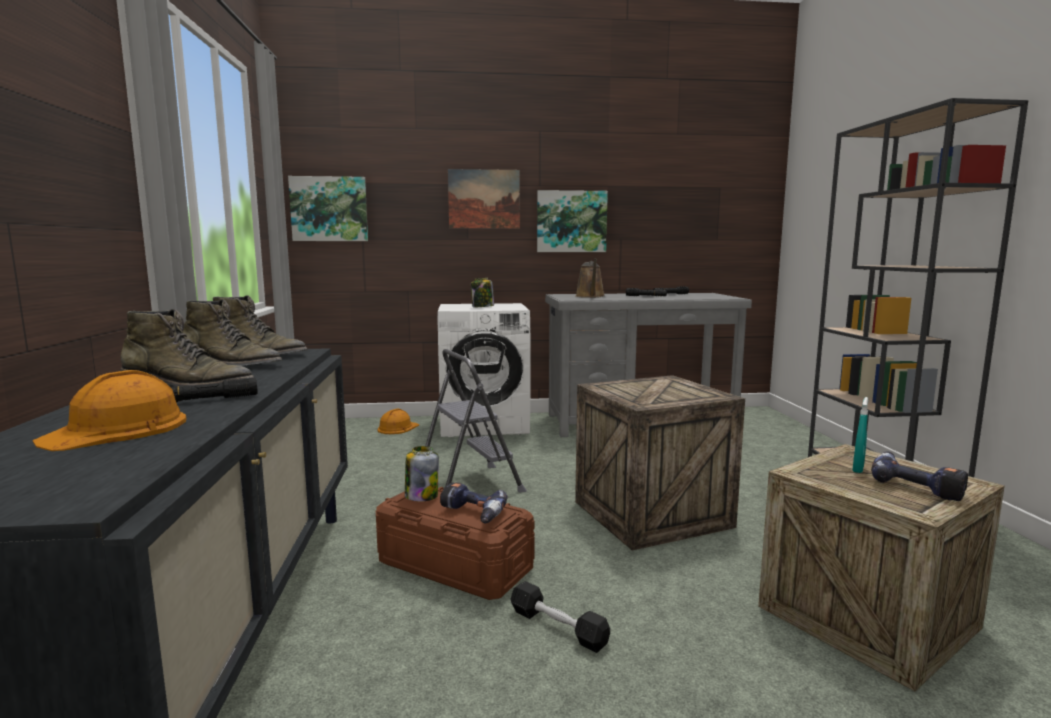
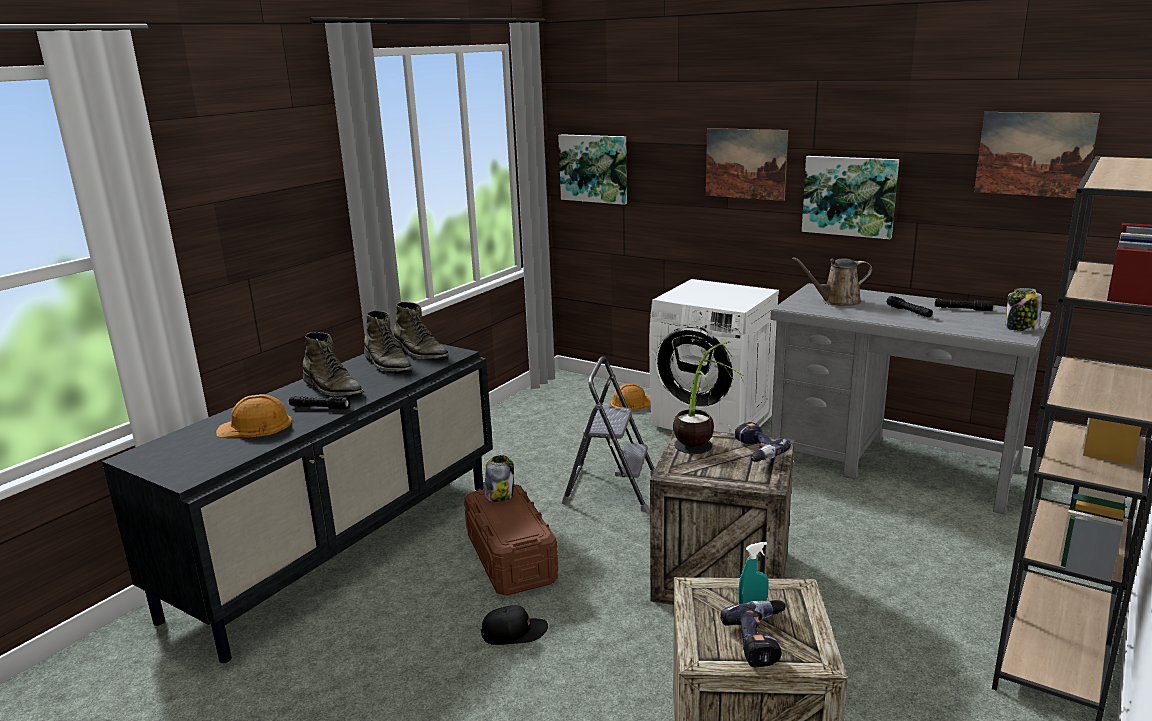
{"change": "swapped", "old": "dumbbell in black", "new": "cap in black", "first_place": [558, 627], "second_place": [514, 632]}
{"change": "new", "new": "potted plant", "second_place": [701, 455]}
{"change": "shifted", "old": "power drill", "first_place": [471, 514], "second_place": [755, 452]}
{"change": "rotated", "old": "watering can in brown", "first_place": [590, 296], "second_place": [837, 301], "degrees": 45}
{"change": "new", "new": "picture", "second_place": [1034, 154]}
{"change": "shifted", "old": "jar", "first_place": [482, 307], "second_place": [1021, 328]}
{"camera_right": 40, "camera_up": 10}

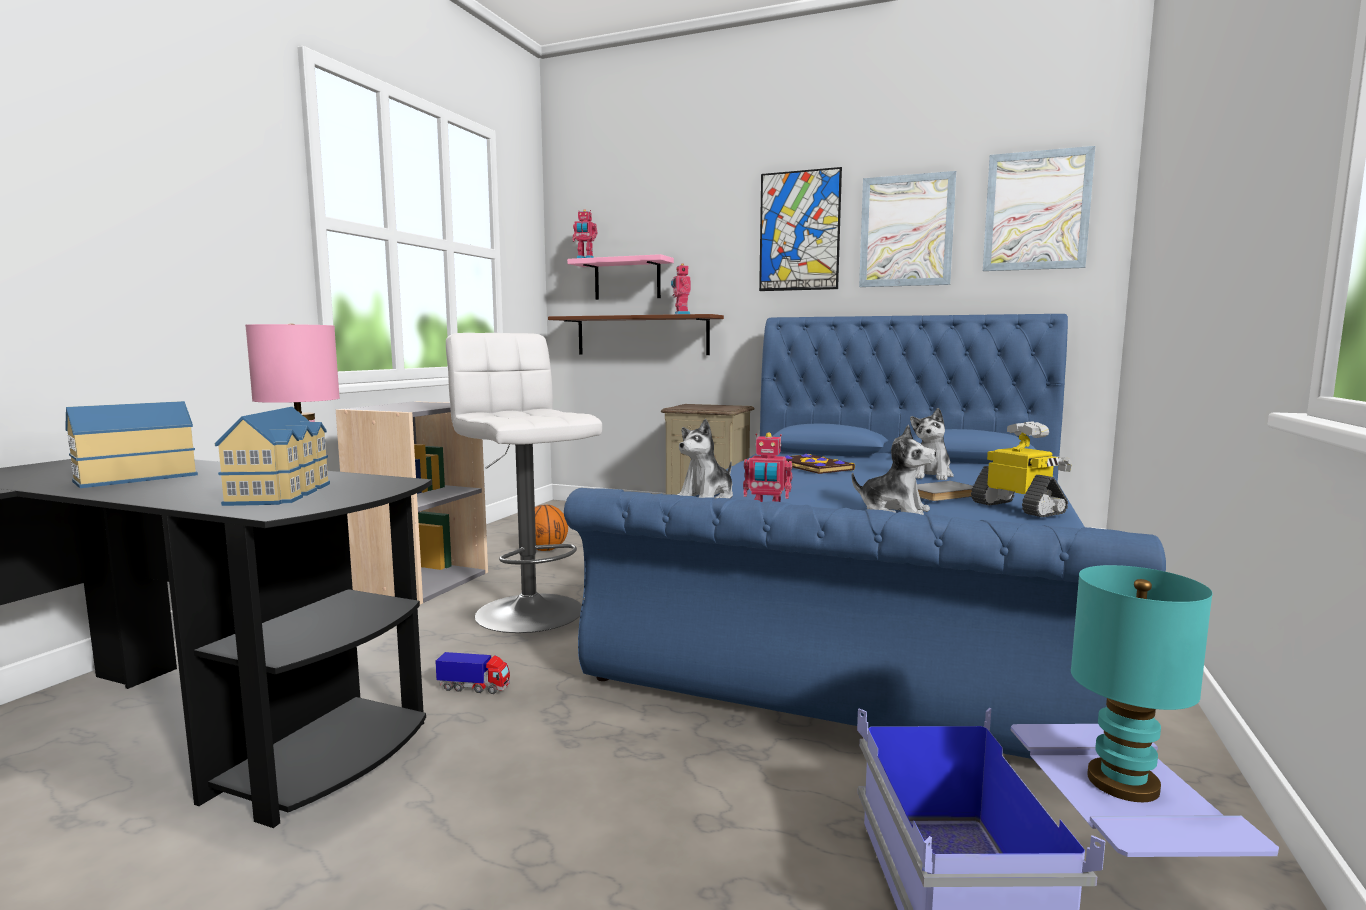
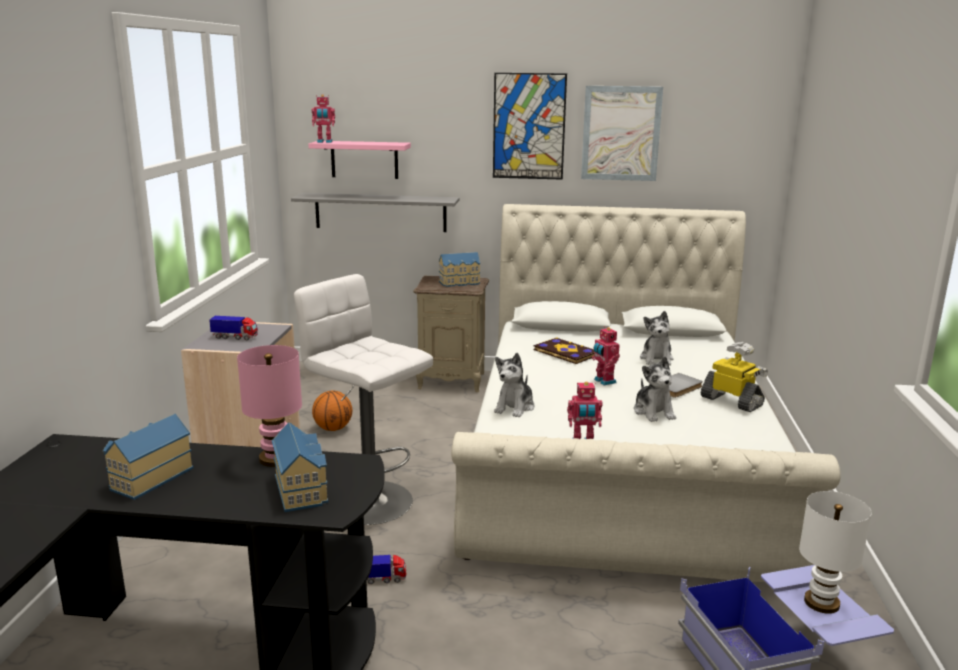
{"change": "new", "new": "toy truck", "second_place": [235, 337]}
{"change": "repainted", "old": "shelf in brown", "new": "shelf in grey", "first_place": [642, 335], "second_place": [380, 212]}
{"change": "new", "new": "toy house", "second_place": [460, 283]}
{"change": "repainted", "old": "bed in blue", "new": "bed in beige", "first_place": [870, 600], "second_place": [617, 458]}
{"change": "shifted", "old": "toy robot", "first_place": [681, 314], "second_place": [603, 381]}
{"change": "rotated", "old": "plush toy", "first_place": [894, 510], "second_place": [653, 412], "degrees": 60}
{"change": "repainted", "old": "table lamp in turquoise", "new": "table lamp in white", "first_place": [1124, 784], "second_place": [822, 603]}
{"change": "gone", "old": "picture", "first_place": [1036, 211]}
{"camera_right": -15, "camera_up": 10}

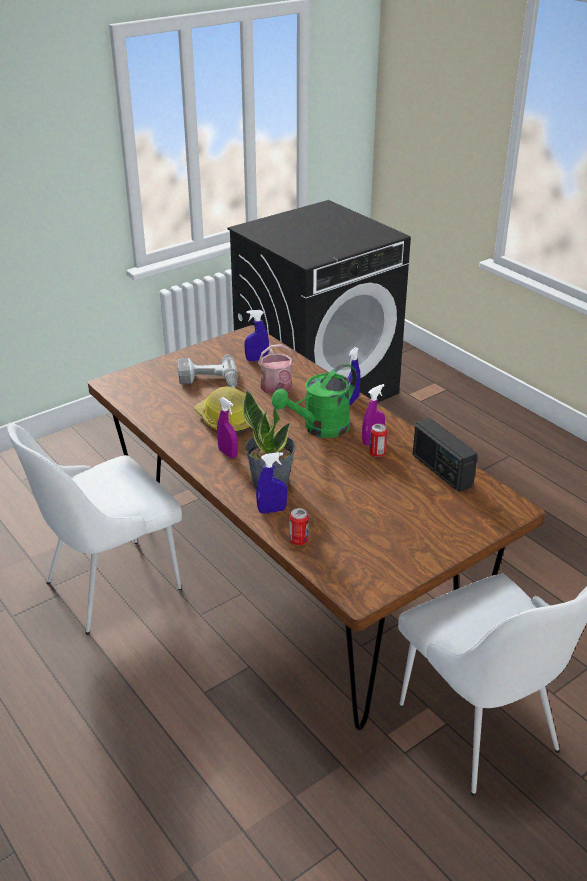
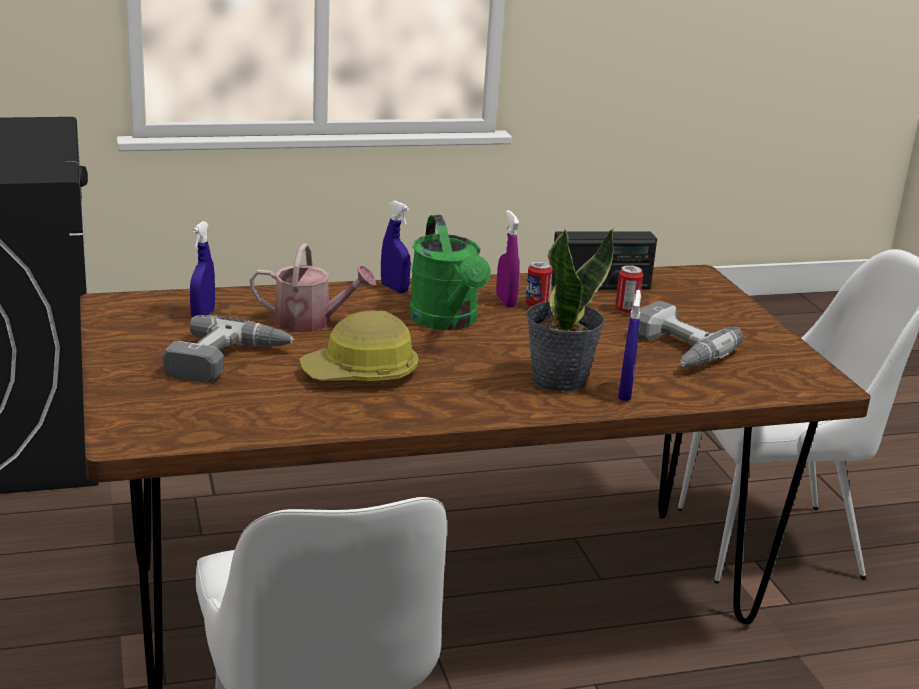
{"change": "shifted", "old": "can", "first_place": [298, 541], "second_place": [626, 310]}
{"change": "new", "new": "power drill", "second_place": [675, 350]}
{"change": "gone", "old": "spray bottle in purple", "first_place": [228, 453]}
{"camera_right": -70, "camera_up": -10}

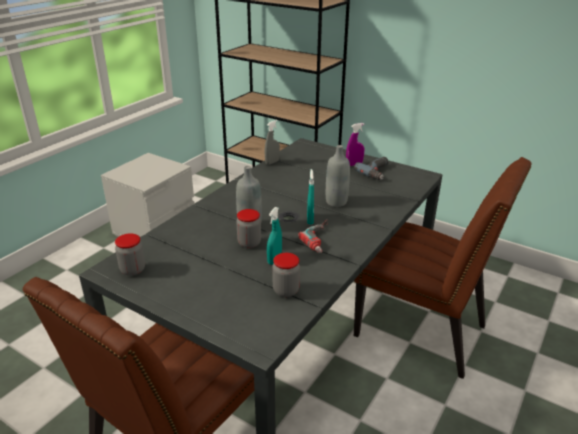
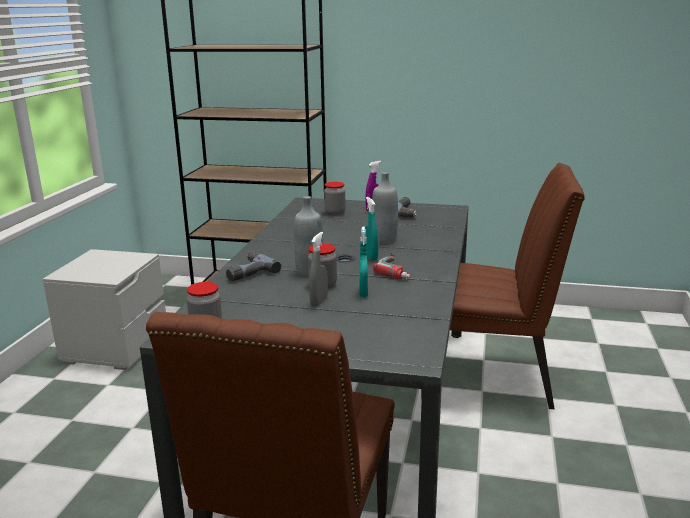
{"change": "new", "new": "power drill", "second_place": [247, 272]}
{"change": "shifted", "old": "spray bottle in grey", "first_place": [272, 162], "second_place": [319, 302]}
{"change": "shifted", "old": "jar", "first_place": [286, 290], "second_place": [335, 213]}
{"camera_right": -20, "camera_up": -10}

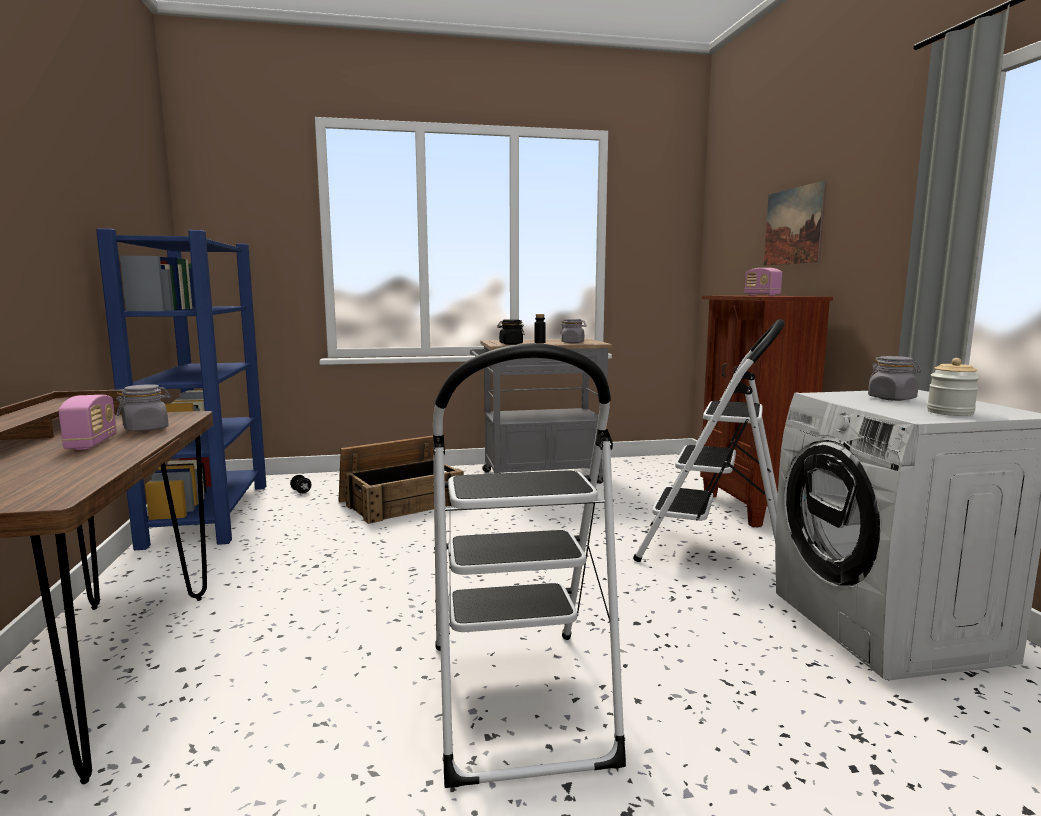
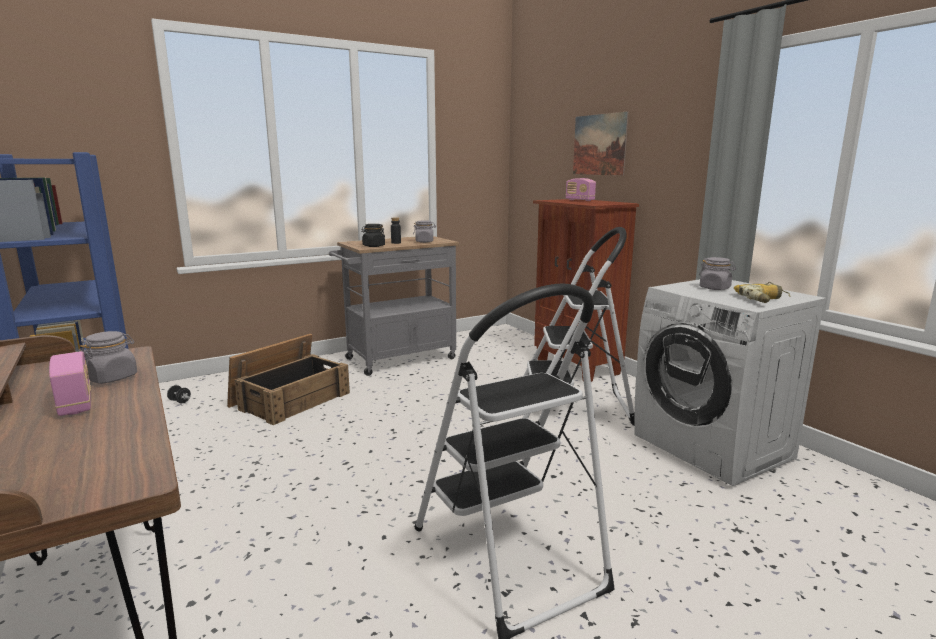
{"change": "swapped", "old": "jar", "new": "power drill", "first_place": [950, 412], "second_place": [763, 299]}
{"camera_right": -20, "camera_up": 5}

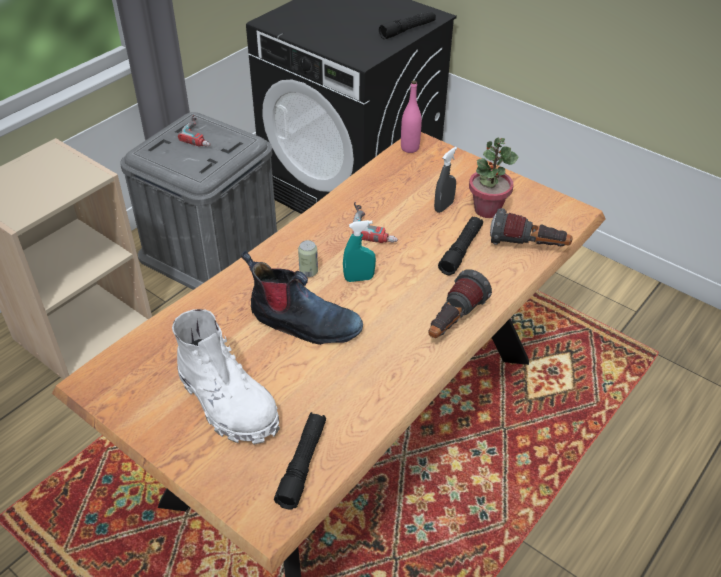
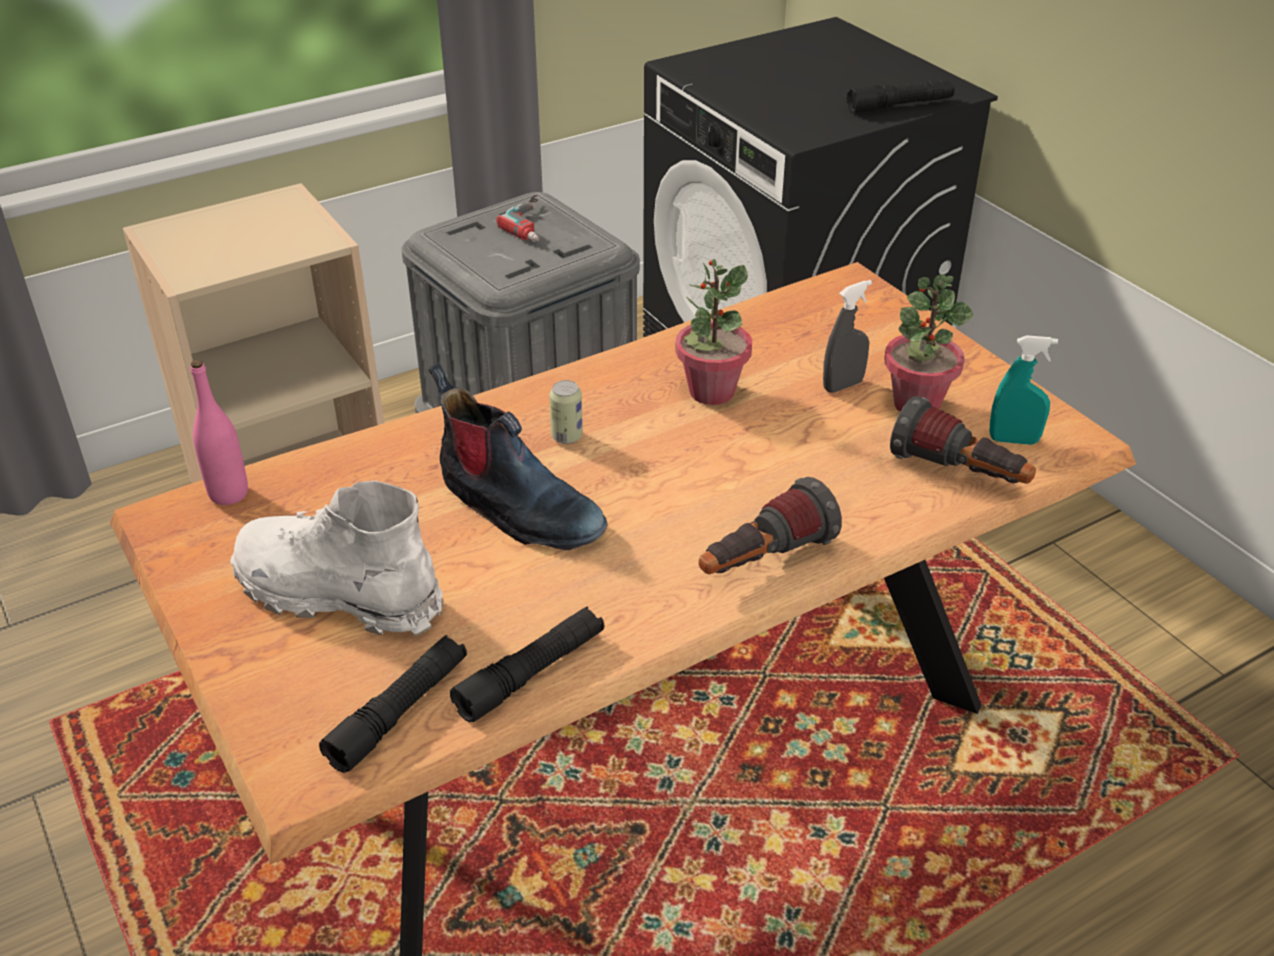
{"change": "shifted", "old": "bottle in pink", "first_place": [410, 148], "second_place": [229, 494]}
{"change": "rotated", "old": "boot in white", "first_place": [228, 403], "second_place": [338, 594], "degrees": 135}
{"change": "shifted", "old": "flashlight in black", "first_place": [461, 250], "second_place": [531, 674]}
{"change": "swapped", "old": "power drill", "new": "potted plant", "first_place": [375, 226], "second_place": [711, 391]}
{"change": "shifted", "old": "spray bottle in turquoise", "first_place": [359, 278], "second_place": [1013, 440]}
{"camera_right": 20, "camera_up": -5}

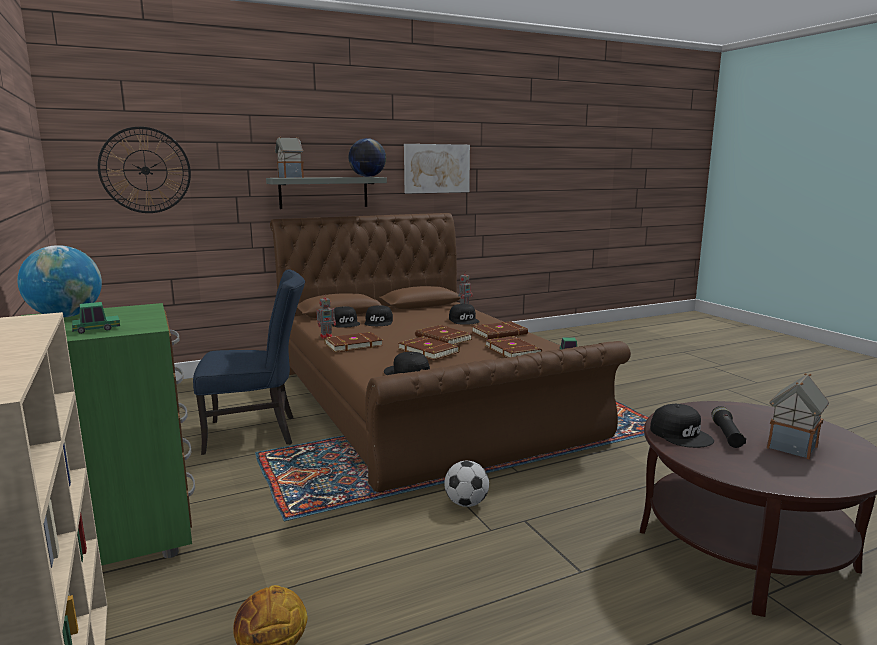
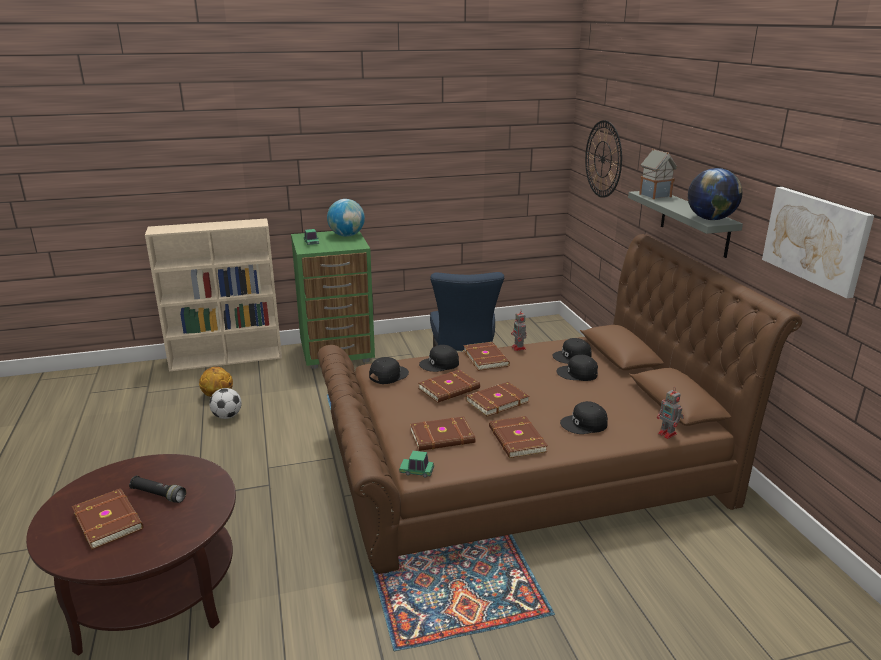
{"change": "swapped", "old": "toy house", "new": "book in brown", "first_place": [792, 448], "second_place": [109, 520]}
{"change": "shifted", "old": "football", "first_place": [466, 503], "second_place": [227, 416]}
{"change": "shifted", "old": "cap in black", "first_place": [681, 434], "second_place": [439, 364]}
{"camera_right": 100, "camera_up": 10}

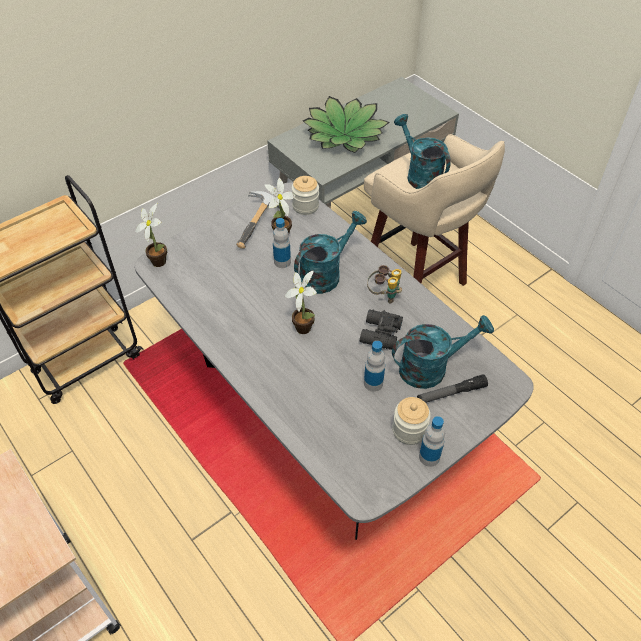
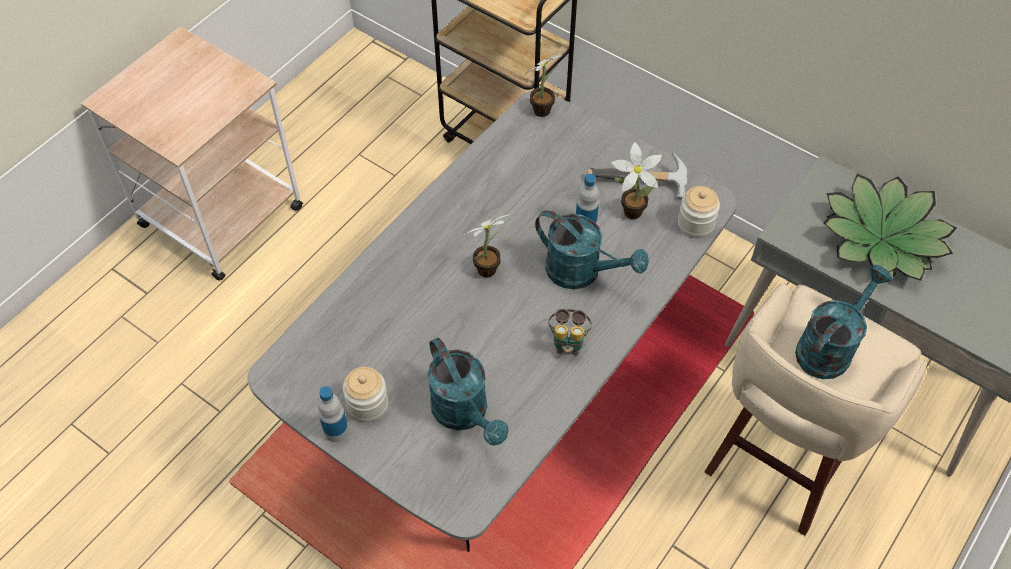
{"change": "gone", "old": "binoculars in black", "first_place": [379, 334]}
{"change": "gone", "old": "bottle", "first_place": [373, 383]}
{"change": "gone", "old": "flashlight", "first_place": [451, 393]}
{"camera_right": 75, "camera_up": 5}

